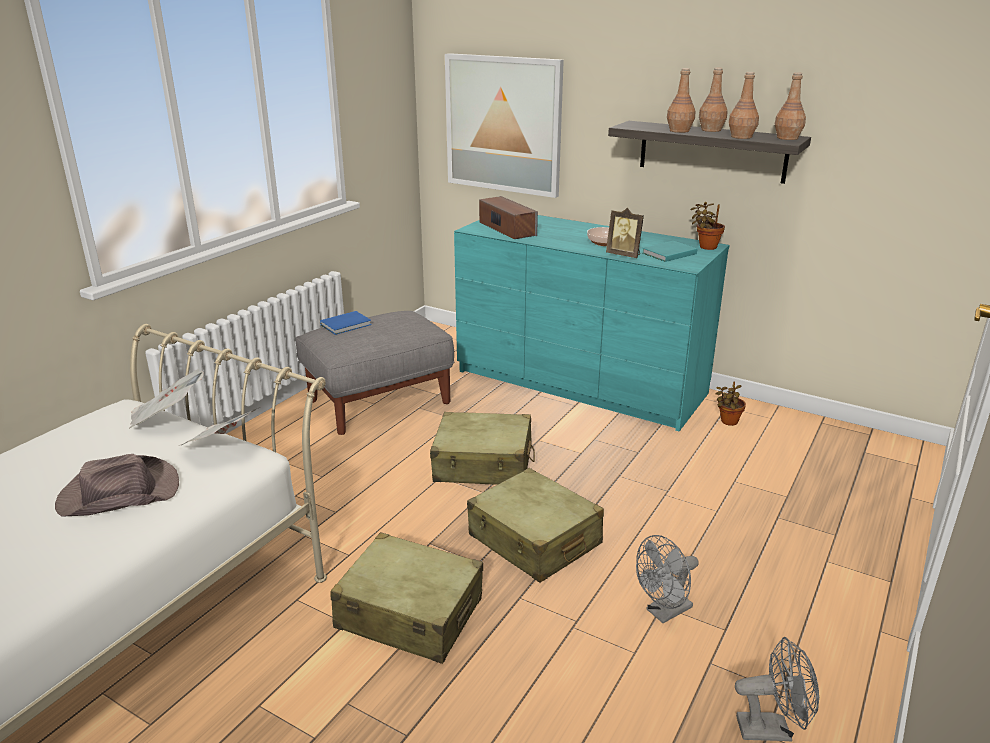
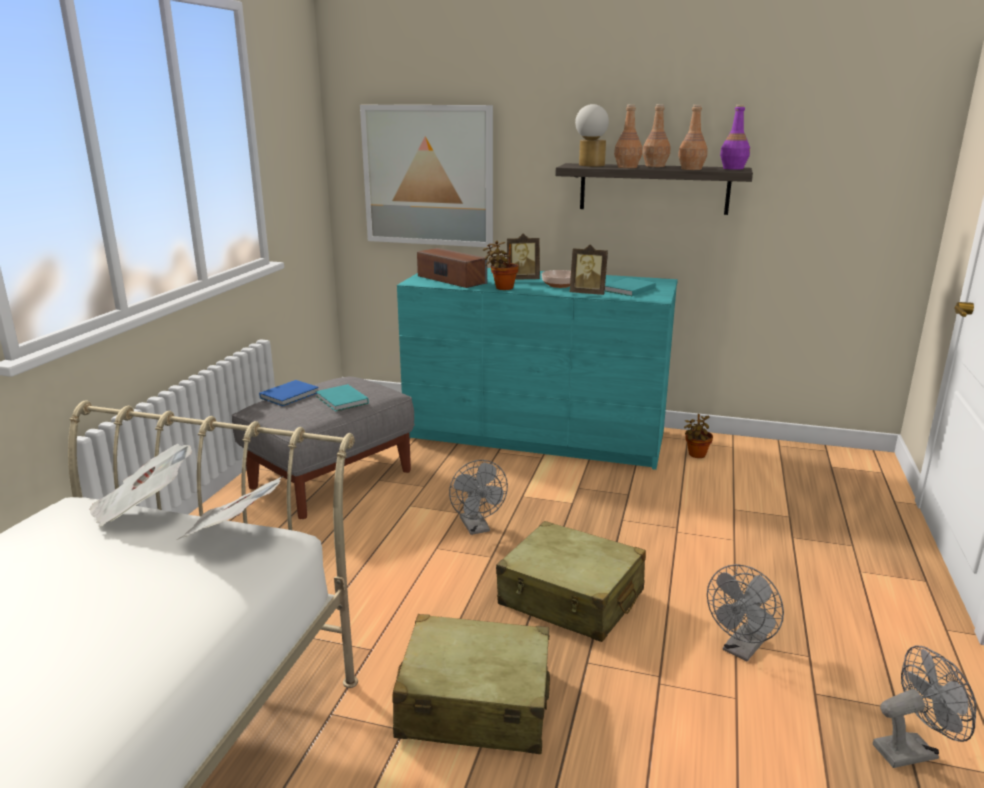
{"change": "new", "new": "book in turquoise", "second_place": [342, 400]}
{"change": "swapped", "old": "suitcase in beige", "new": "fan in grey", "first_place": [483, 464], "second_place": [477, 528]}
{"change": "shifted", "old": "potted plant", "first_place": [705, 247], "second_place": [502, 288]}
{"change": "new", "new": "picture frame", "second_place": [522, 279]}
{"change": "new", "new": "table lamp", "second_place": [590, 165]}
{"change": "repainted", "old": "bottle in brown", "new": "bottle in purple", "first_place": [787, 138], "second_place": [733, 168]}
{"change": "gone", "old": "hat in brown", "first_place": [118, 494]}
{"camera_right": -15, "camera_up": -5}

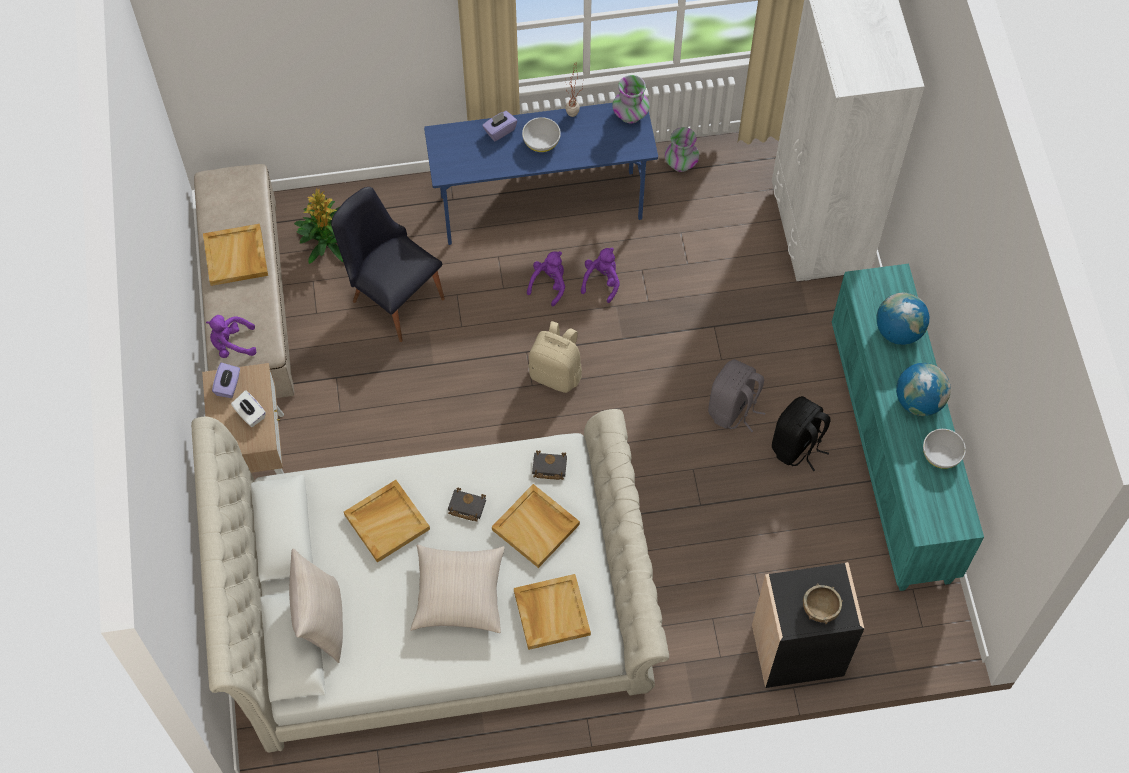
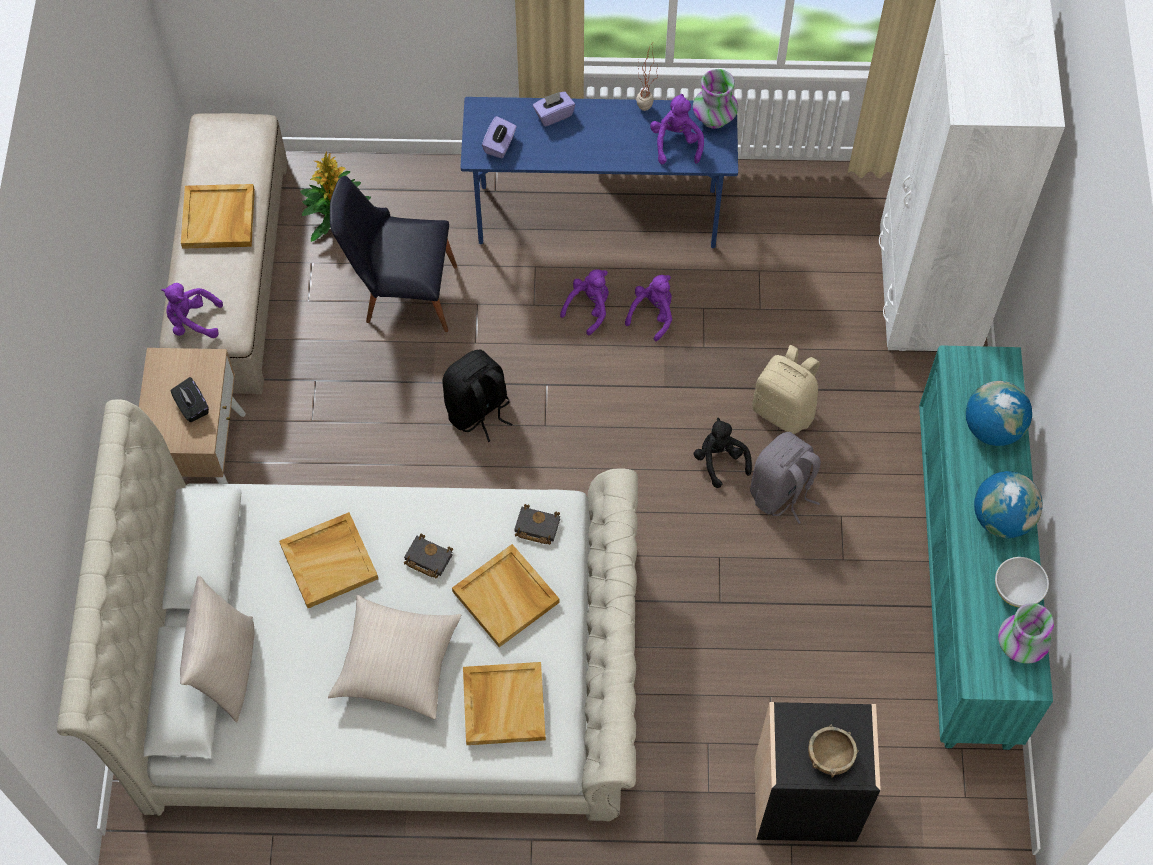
{"change": "repainted", "old": "tissue box in white", "new": "tissue box in black", "first_place": [250, 414], "second_place": [192, 407]}
{"change": "rotated", "old": "chair in black", "first_place": [392, 294], "second_place": [400, 292], "degrees": -45}
{"change": "shifted", "old": "backpack in black", "first_place": [797, 446], "second_place": [478, 411]}
{"change": "shifted", "old": "tissue box in purple", "first_place": [228, 386], "second_place": [500, 145]}
{"change": "new", "new": "plush toy in purple", "second_place": [676, 142]}
{"change": "new", "new": "plush toy in black", "second_place": [720, 460]}
{"change": "shifted", "old": "backpack in beige", "first_place": [556, 373], "second_place": [784, 409]}
{"change": "shifted", "old": "vase", "first_place": [681, 163], "second_place": [1020, 646]}
{"change": "gone", "old": "bowl in white", "first_place": [541, 142]}
{"camera_right": 10, "camera_up": 0}

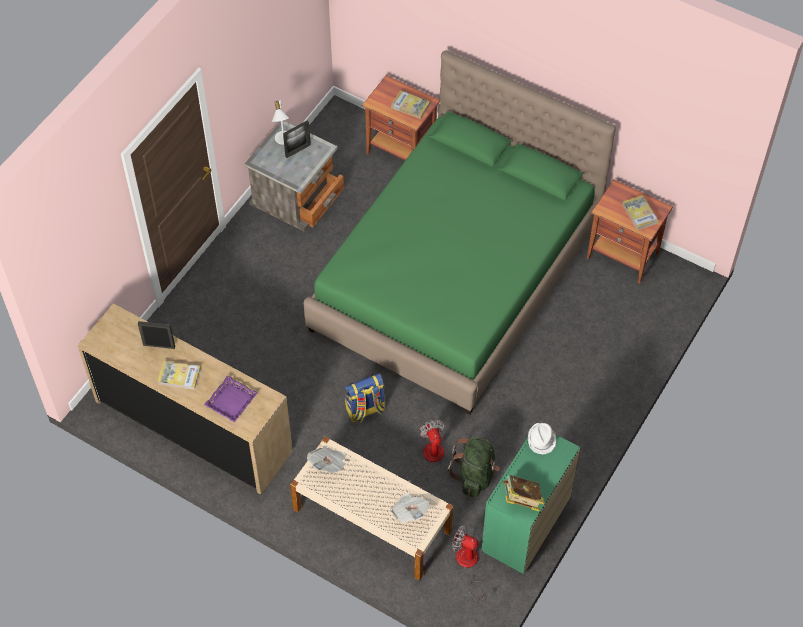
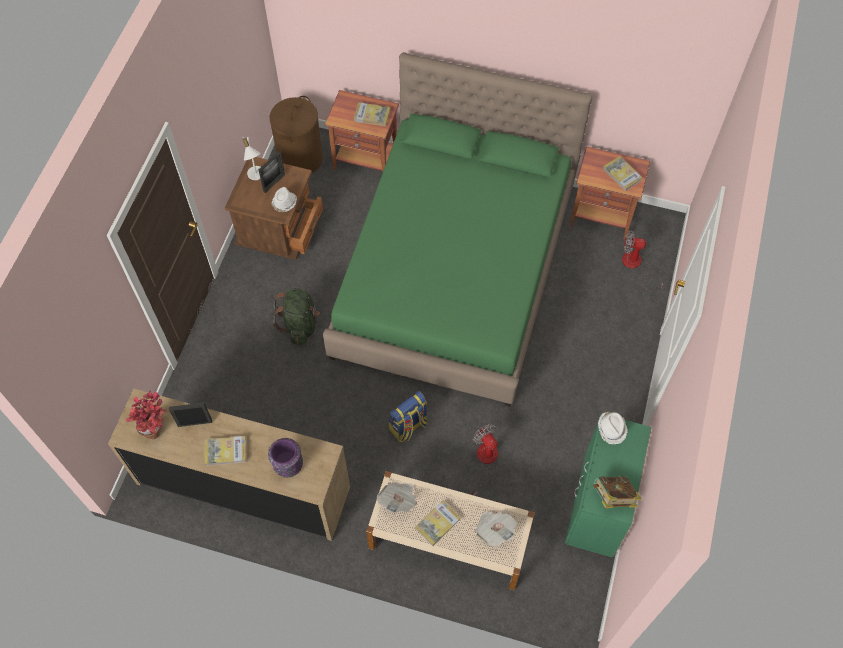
{"change": "new", "new": "potted plant", "second_place": [156, 428]}
{"change": "repainted", "old": "nightstand in grey", "new": "nightstand in brown", "first_place": [299, 197], "second_place": [281, 226]}
{"change": "swapped", "old": "tray in purple", "new": "vase in purple", "first_place": [231, 401], "second_place": [288, 466]}
{"change": "new", "new": "laundry basket in brown", "second_place": [300, 158]}
{"change": "new", "new": "hat in white", "second_place": [284, 203]}
{"change": "shifted", "old": "backpack in green", "first_place": [474, 475], "second_place": [300, 324]}
{"change": "new", "new": "book", "second_place": [437, 523]}
{"change": "shifted", "old": "fan", "first_place": [469, 565], "second_place": [636, 266]}
{"camera_right": -15, "camera_up": 5}

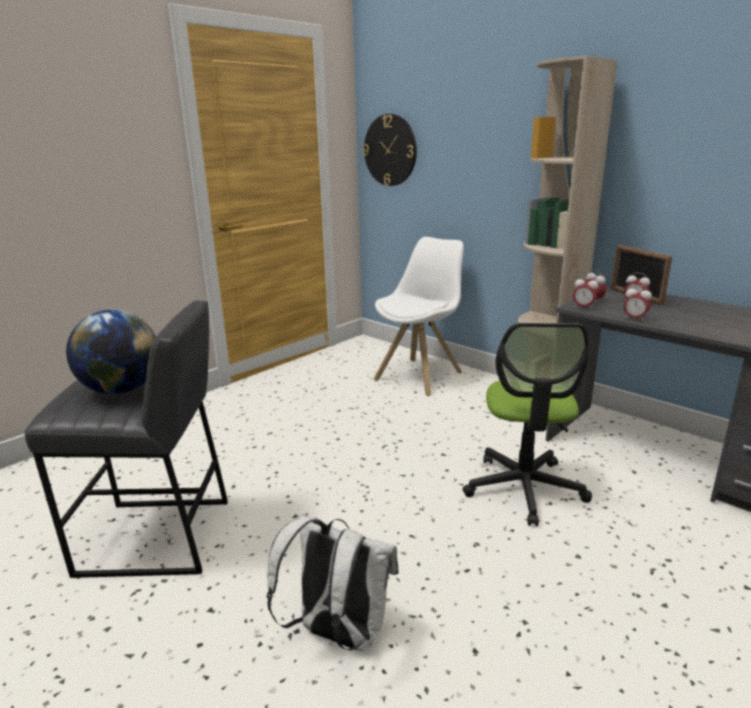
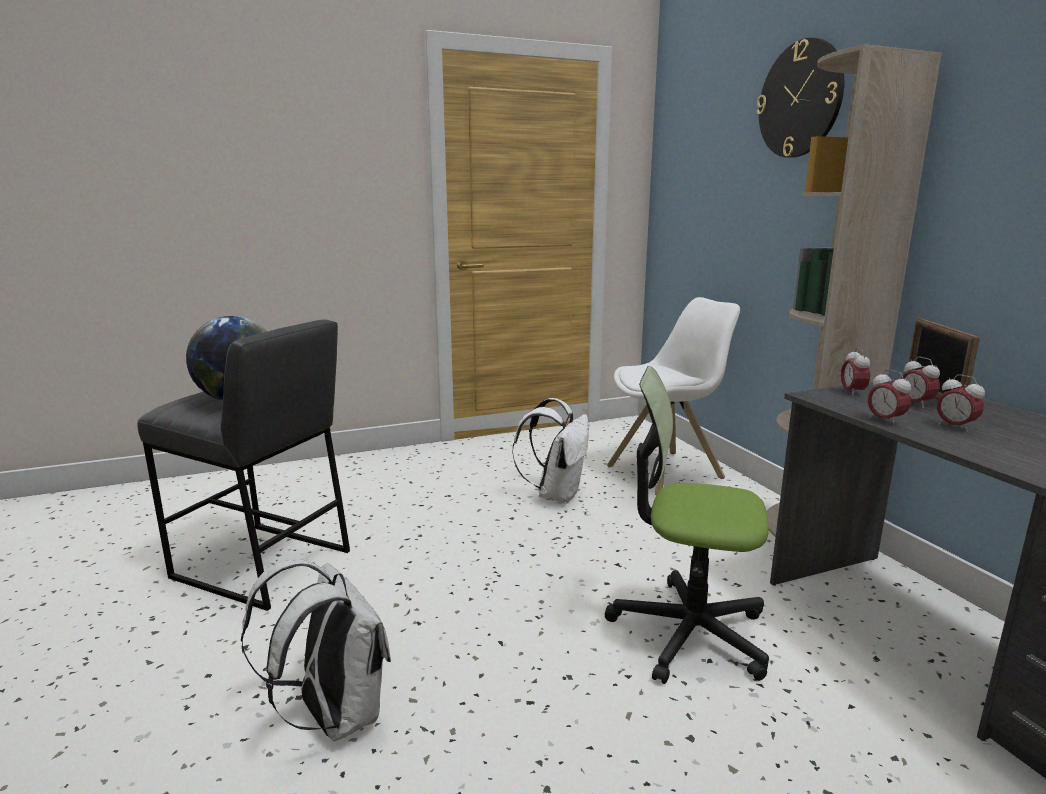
{"change": "new", "new": "backpack in white", "second_place": [556, 494]}
{"change": "rotated", "old": "office chair", "first_place": [524, 488], "second_place": [688, 632], "degrees": 75}
{"change": "shifted", "old": "wall clock", "first_place": [390, 150], "second_place": [800, 99]}
{"change": "shifted", "old": "alarm clock", "first_place": [583, 307], "second_place": [955, 427]}
{"camera_right": 25, "camera_up": -5}

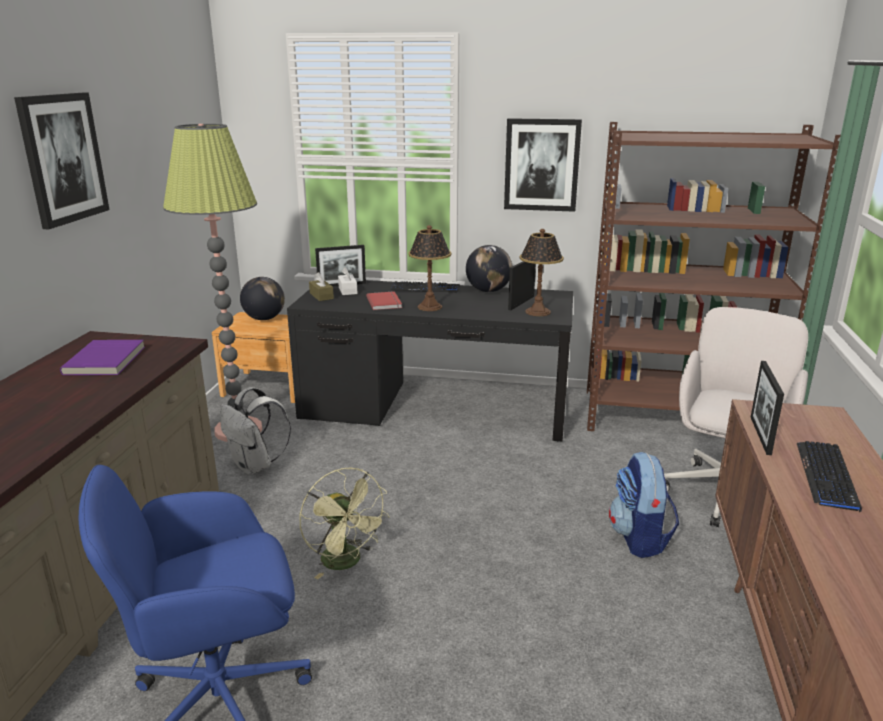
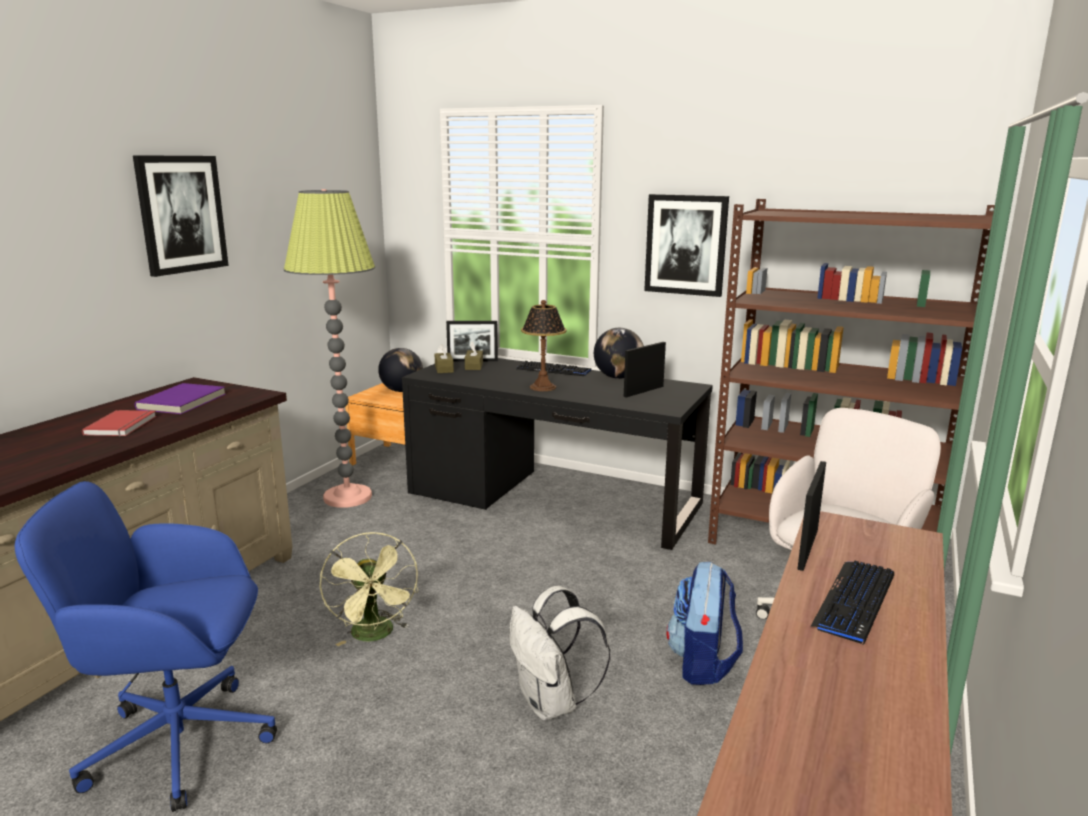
{"change": "shifted", "old": "book in red", "first_place": [385, 302], "second_place": [123, 425]}
{"change": "repainted", "old": "tissue box in white", "new": "tissue box in brown", "first_place": [348, 290], "second_place": [474, 366]}
{"change": "shifted", "old": "backpack in white", "first_place": [255, 466], "second_place": [552, 704]}
{"change": "gone", "old": "table lamp", "first_place": [538, 312]}
{"camera_right": 15, "camera_up": -5}

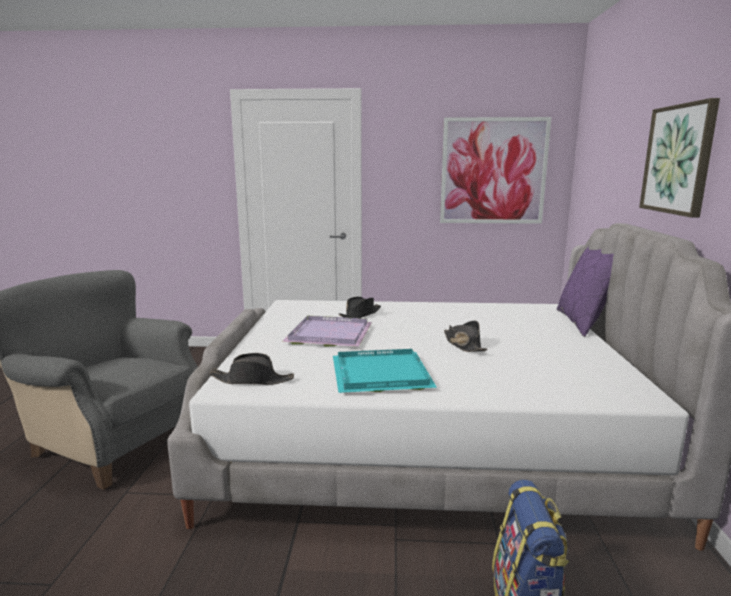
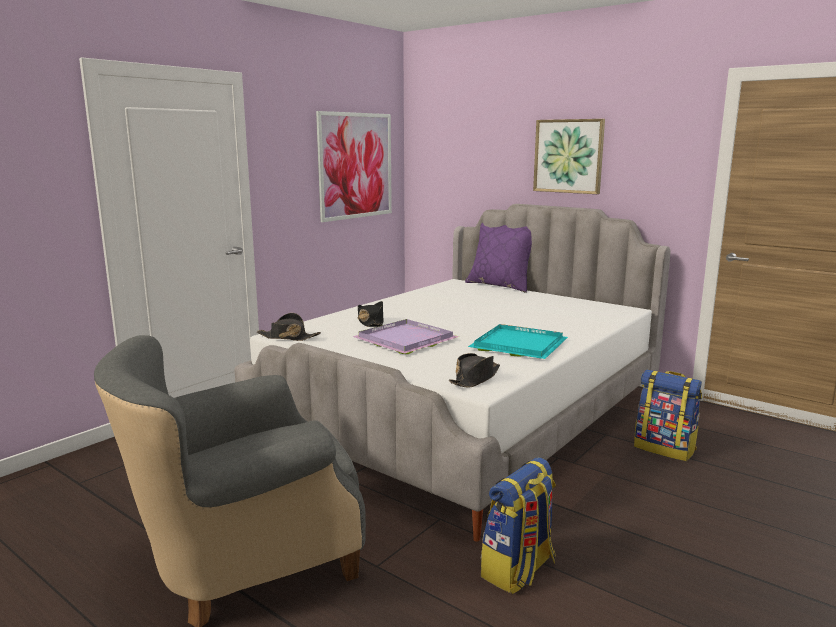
{"change": "shifted", "old": "hat in black", "first_place": [463, 345], "second_place": [288, 337]}
{"change": "new", "new": "backpack", "second_place": [518, 570]}
{"camera_right": -55, "camera_up": 0}

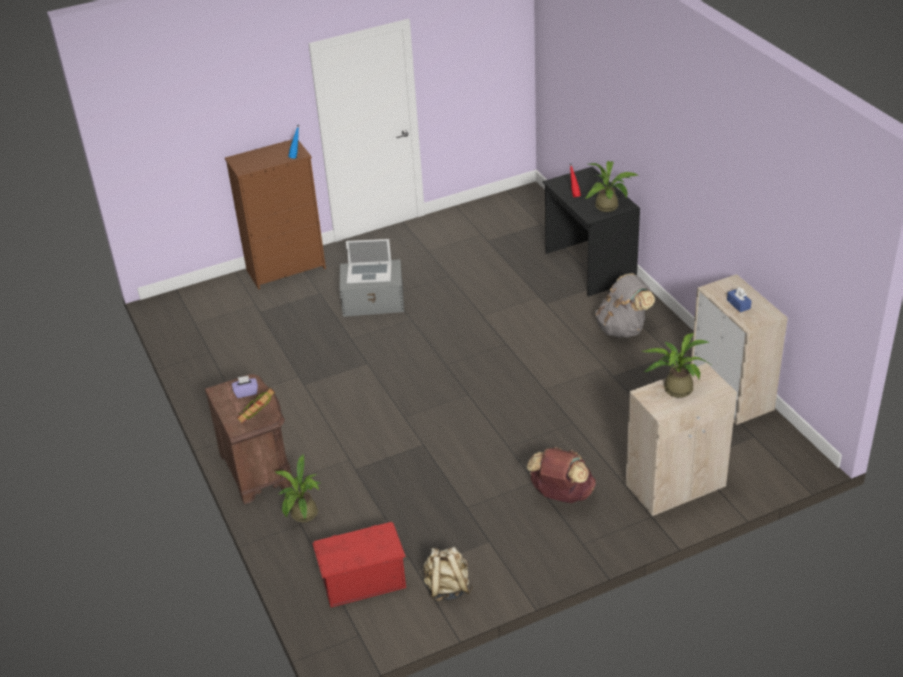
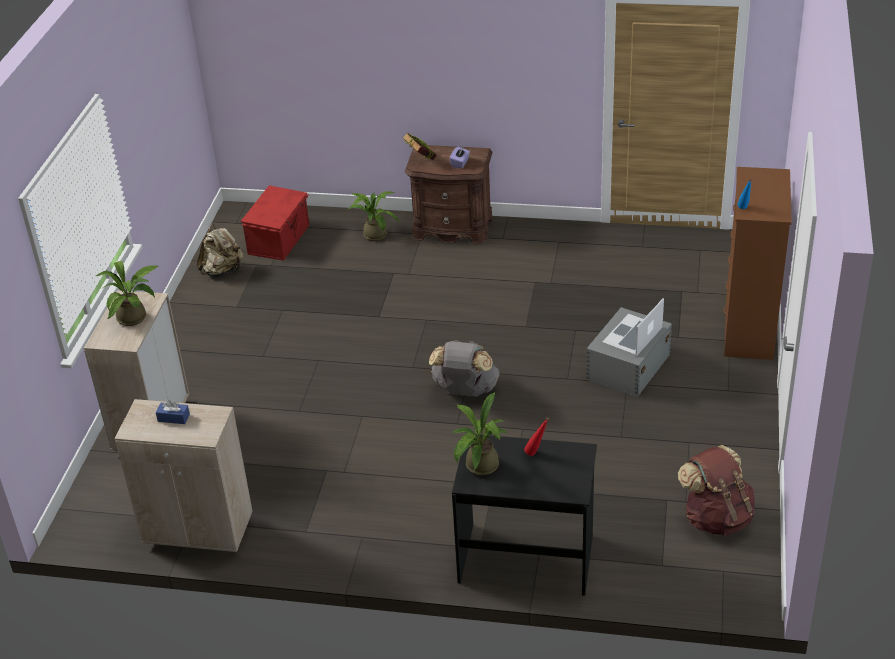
{"change": "shifted", "old": "backpack in grey", "first_place": [623, 328], "second_place": [465, 391]}
{"change": "shifted", "old": "backpack in brown", "first_place": [561, 495], "second_place": [716, 518]}
{"camera_right": 125, "camera_up": 0}

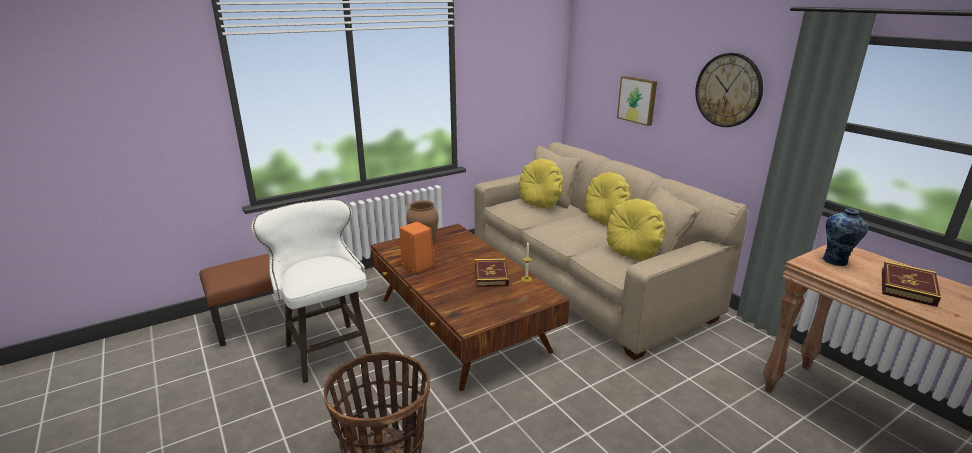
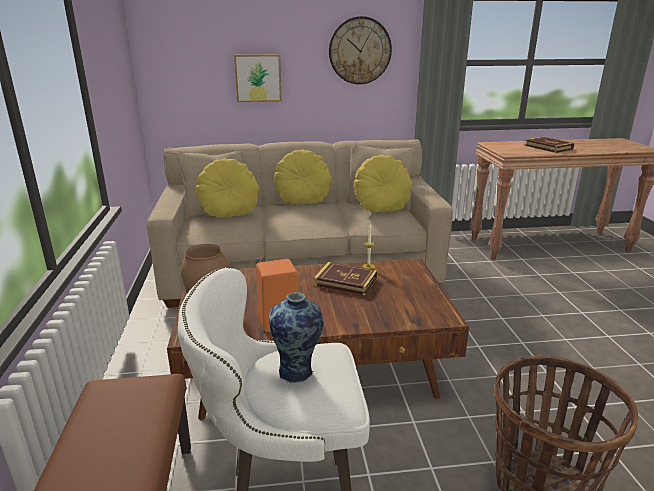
{"change": "shifted", "old": "vase", "first_place": [836, 261], "second_place": [297, 371]}
{"camera_right": -65, "camera_up": 0}

